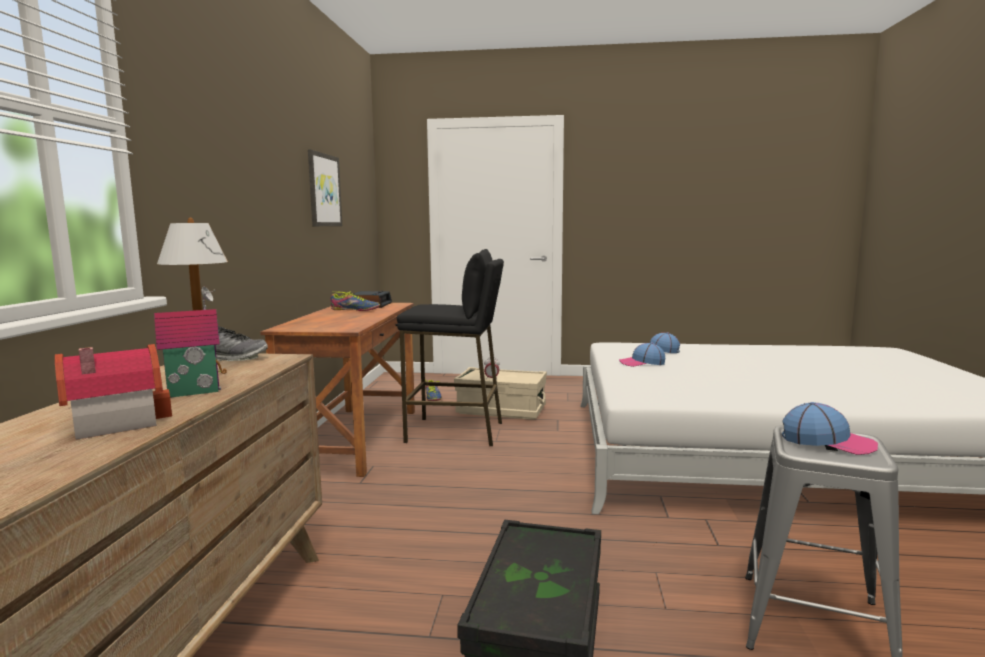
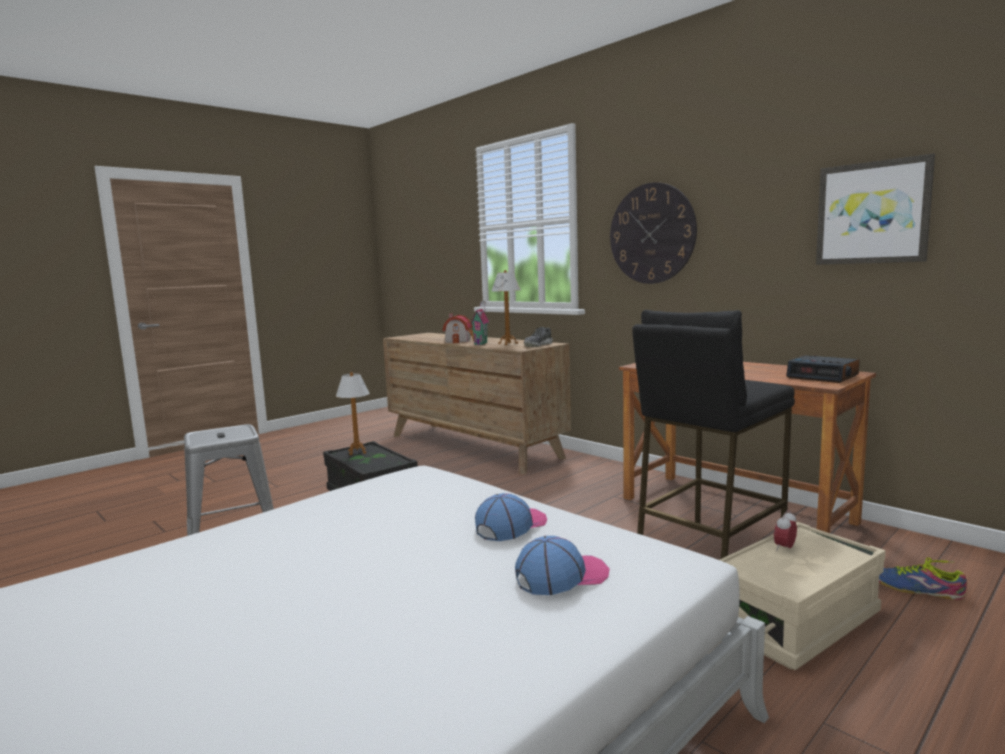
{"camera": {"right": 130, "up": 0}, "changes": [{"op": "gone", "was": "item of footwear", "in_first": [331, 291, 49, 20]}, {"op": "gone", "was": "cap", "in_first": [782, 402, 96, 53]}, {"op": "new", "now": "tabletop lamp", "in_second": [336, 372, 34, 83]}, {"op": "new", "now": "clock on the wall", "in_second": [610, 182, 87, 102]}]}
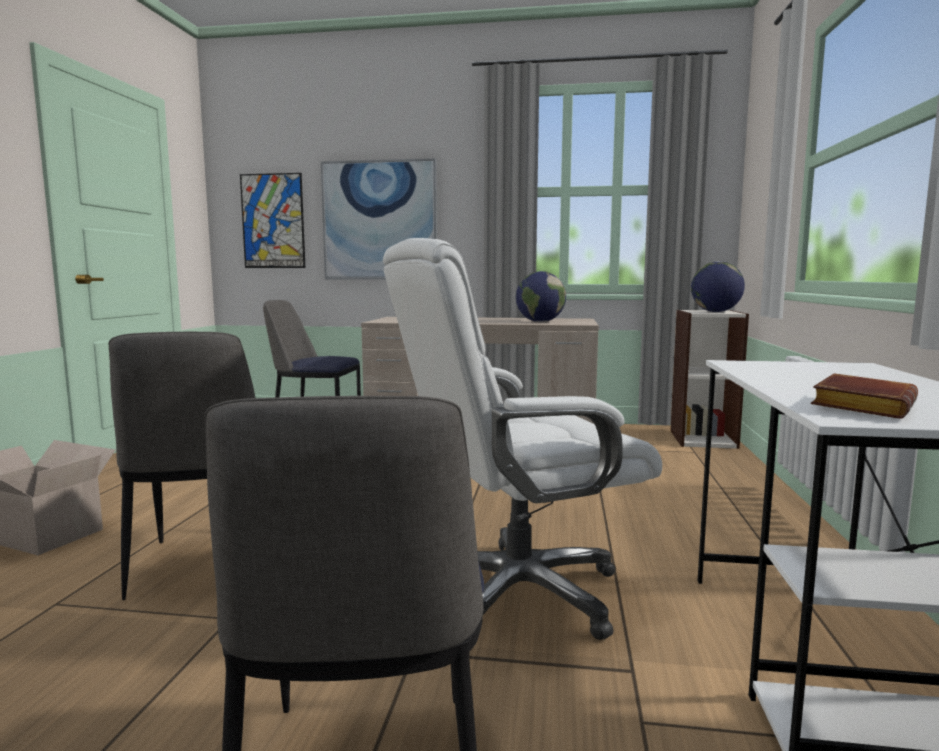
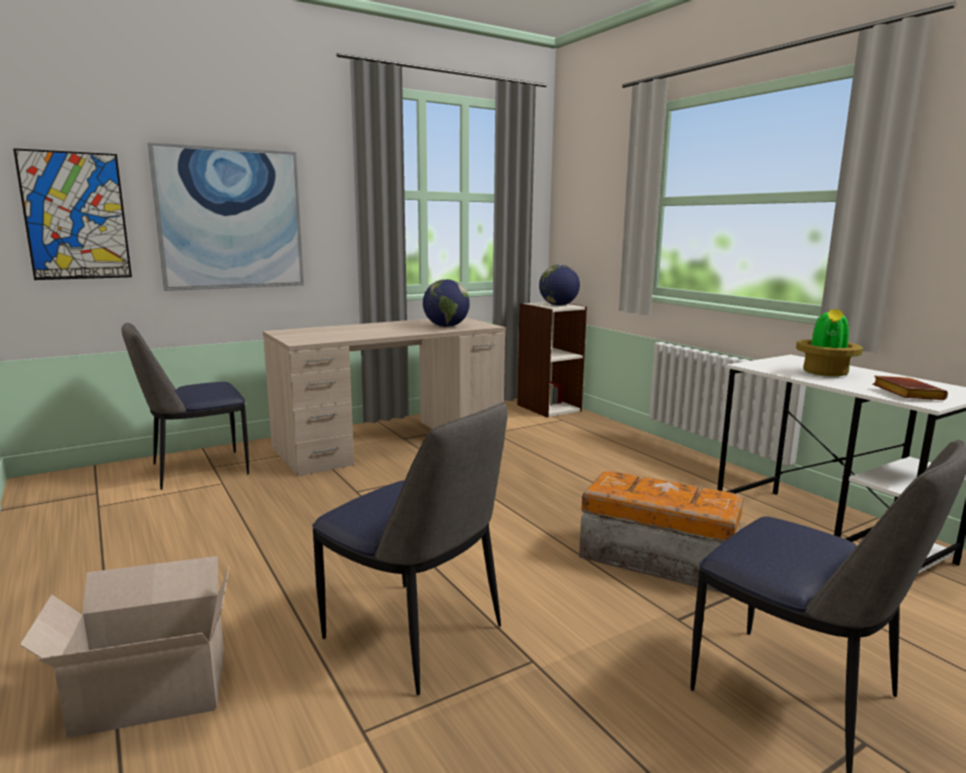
{"camera": {"right": -40, "up": 5}, "changes": [{"op": "new", "now": "plant in a pot", "in_second": [796, 306, 67, 70]}, {"op": "swapped", "was": "computer chair/white-coloured", "now": "storage container", "in_first": [383, 238, 279, 402], "in_second": [579, 471, 164, 123]}]}
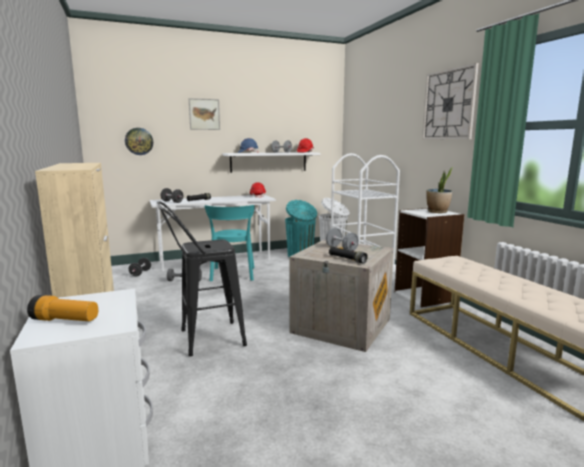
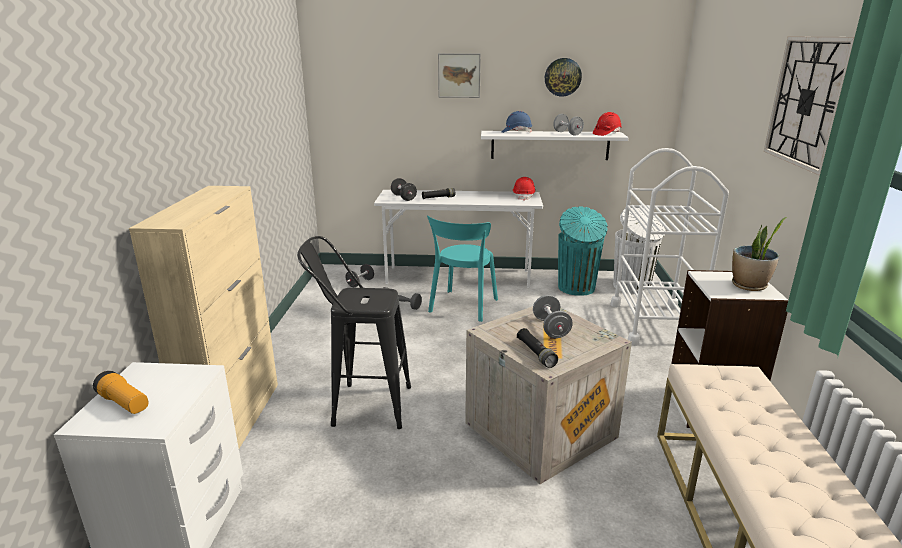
{"camera": {"right": 25, "up": 10}, "changes": [{"op": "shifted", "was": "clock on the wall", "in_first": [125, 128, 28, 27], "in_second": [545, 58, 37, 39]}]}
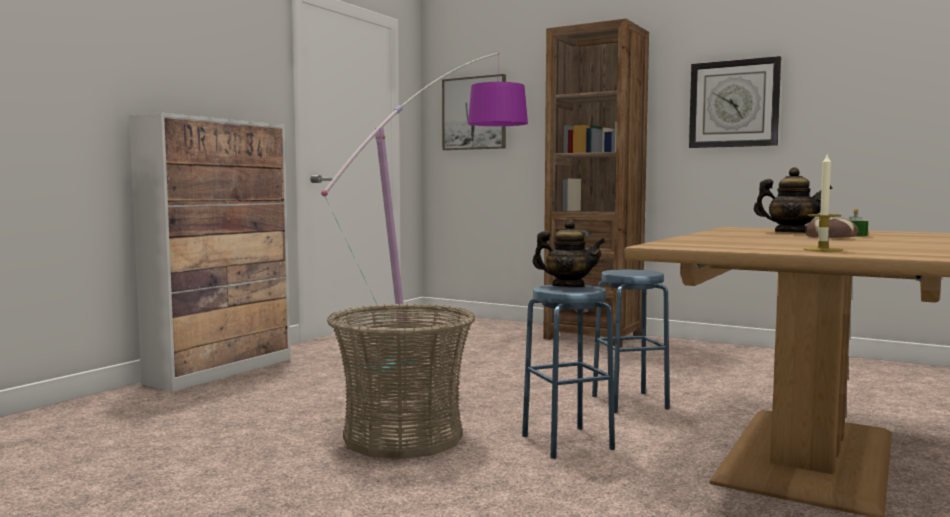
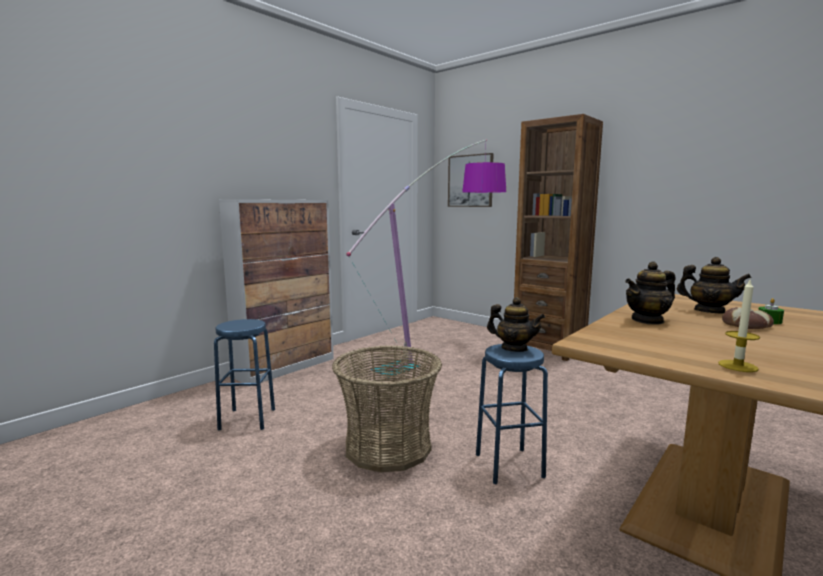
{"camera": {"right": 10, "up": 5}, "changes": [{"op": "gone", "was": "clock on the wall", "in_first": [689, 56, 92, 92]}, {"op": "new", "now": "pot for tea", "in_second": [625, 261, 51, 64]}, {"op": "shifted", "was": "sitting stool/blue-coloured", "in_first": [592, 269, 78, 144], "in_second": [214, 319, 61, 112]}]}
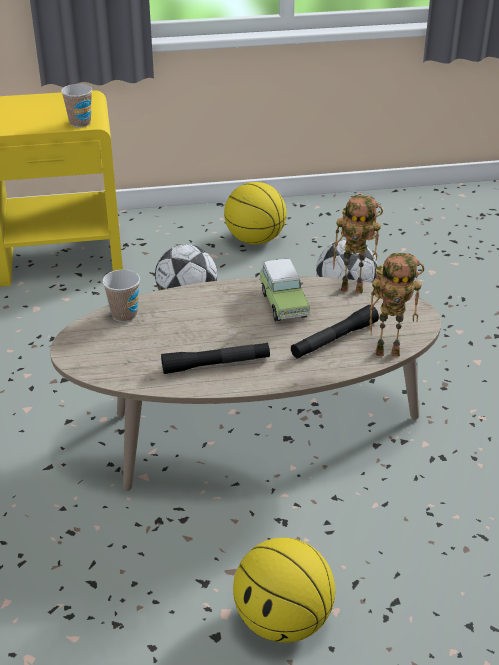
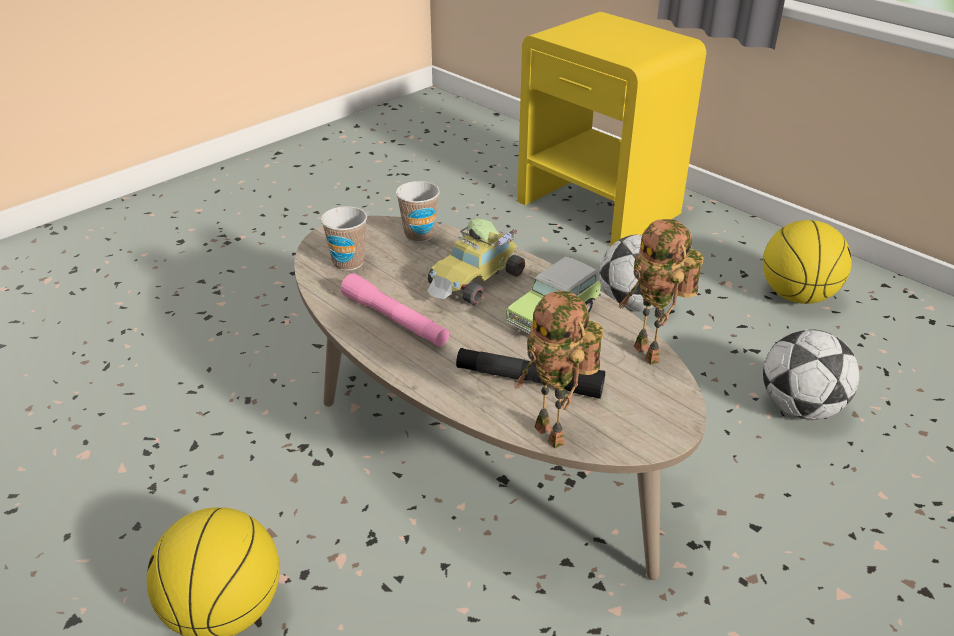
{"camera": {"right": 55, "up": 0}, "changes": [{"op": "new", "now": "toy car", "in_second": [427, 218, 98, 87]}, {"op": "shifted", "was": "small cup", "in_first": [61, 84, 31, 43], "in_second": [321, 206, 46, 65]}, {"op": "repainted", "was": "flashlight/blackish", "now": "flashlight/pinkish", "in_first": [161, 343, 109, 31], "in_second": [341, 273, 108, 74]}]}
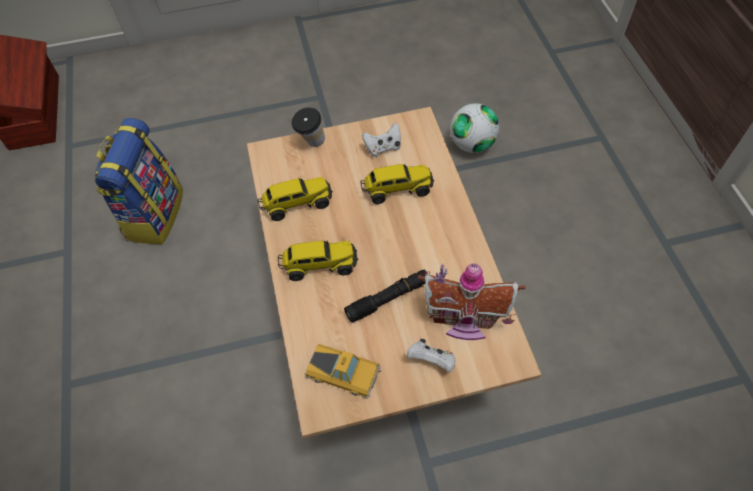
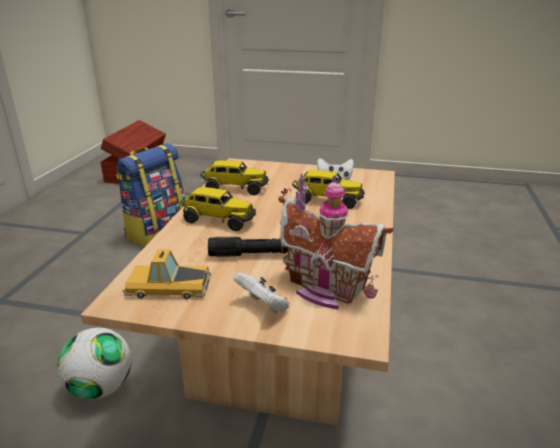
{"camera": {"right": 25, "up": -30}, "changes": [{"op": "gone", "was": "small cup", "in_first": [292, 108, 33, 39]}, {"op": "shifted", "was": "football", "in_first": [450, 103, 49, 50], "in_second": [58, 328, 74, 71]}, {"op": "rotated", "was": "toy car", "in_first": [305, 344, 76, 55], "in_second": [123, 249, 88, 51], "clockwise": 135}]}
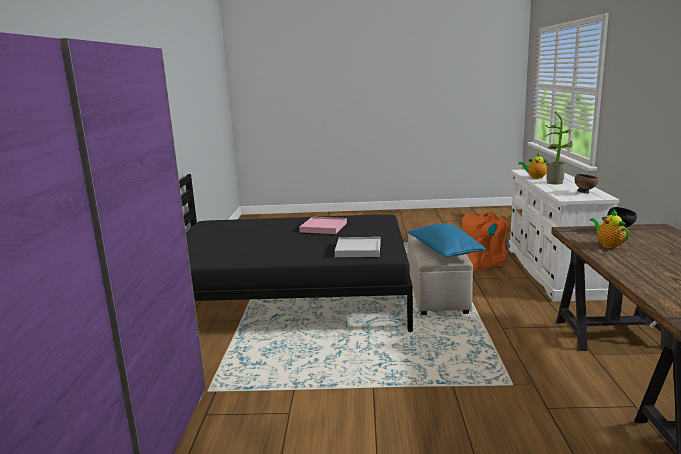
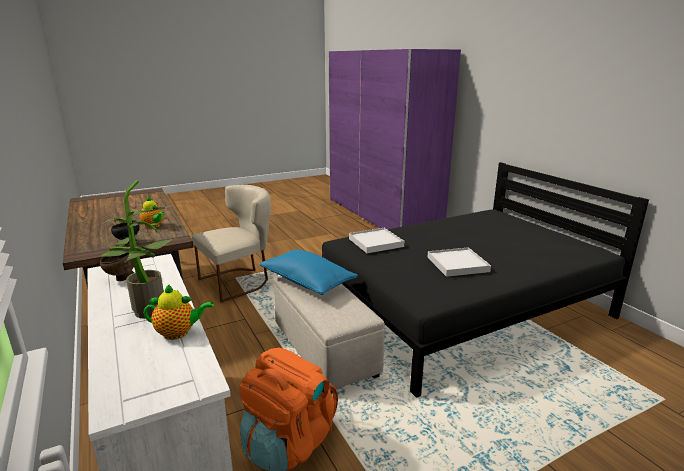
{"camera": {"right": 150, "up": 5}, "changes": [{"op": "new", "now": "upright chair/beige", "in_second": [192, 185, 79, 117]}, {"op": "repainted", "was": "serving tray/pinkish", "now": "serving tray/white-coloured", "in_first": [299, 217, 48, 17], "in_second": [427, 247, 64, 30]}]}
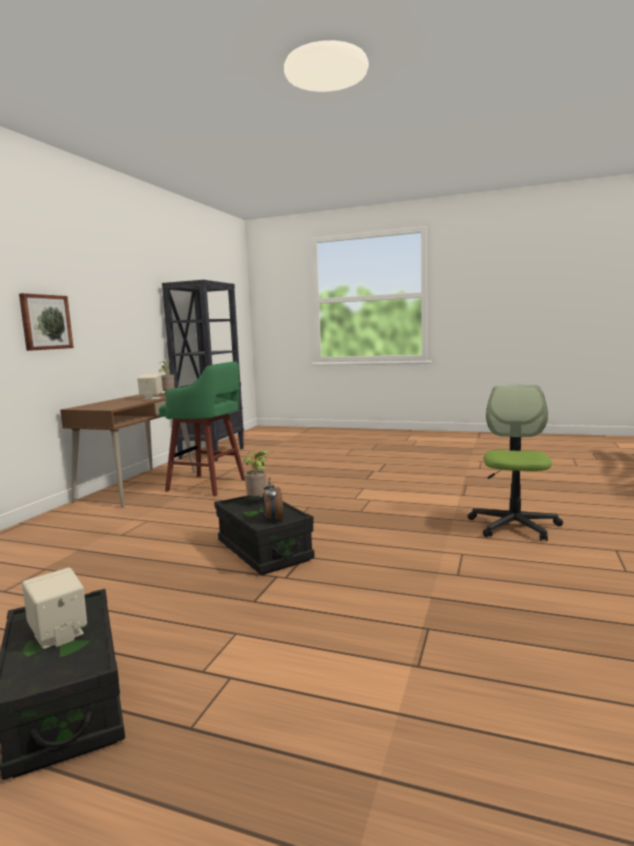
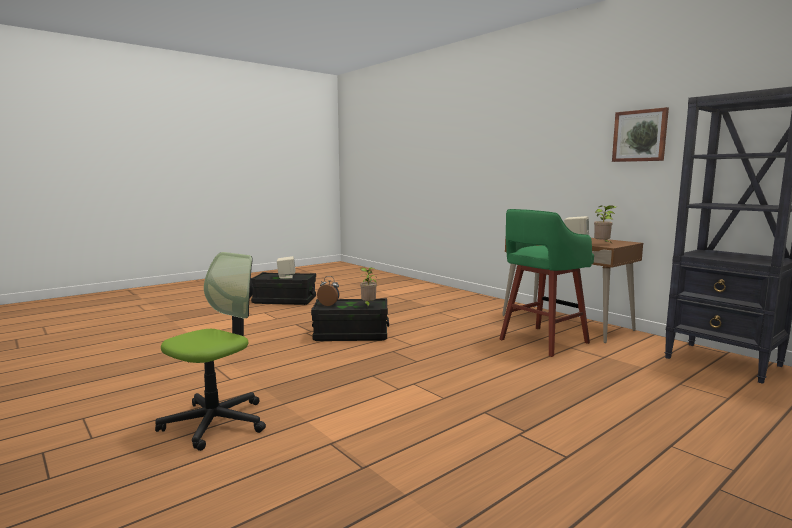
{"camera": {"right": 120, "up": 0}, "changes": [{"op": "shifted", "was": "picture", "in_first": [19, 293, 55, 58], "in_second": [612, 107, 57, 55]}, {"op": "rotated", "was": "computer chair", "in_first": [468, 385, 95, 156], "in_second": [155, 252, 111, 199], "clockwise": -105}]}
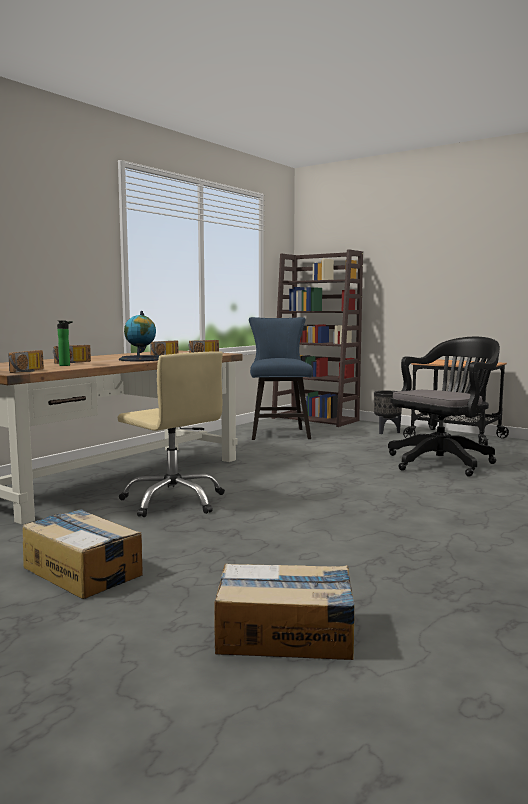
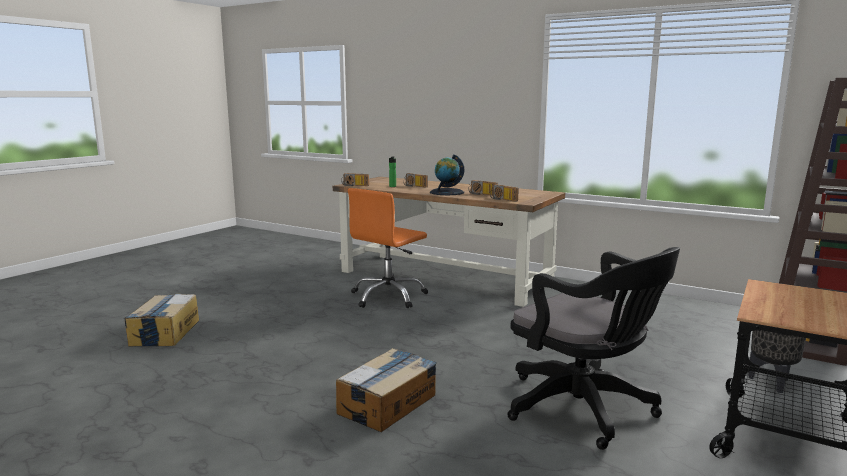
{"camera": {"right": 85, "up": 5}, "changes": [{"op": "gone", "was": "upright chair/blue-coloured", "in_first": [249, 317, 64, 123]}, {"op": "shifted", "was": "carton", "in_first": [23, 509, 120, 90], "in_second": [336, 348, 101, 84]}, {"op": "repainted", "was": "computer chair/beige", "now": "computer chair/orange", "in_first": [118, 351, 107, 166], "in_second": [348, 188, 80, 120]}]}
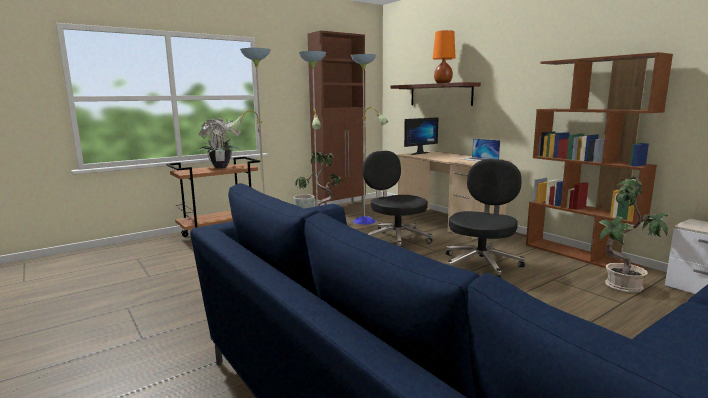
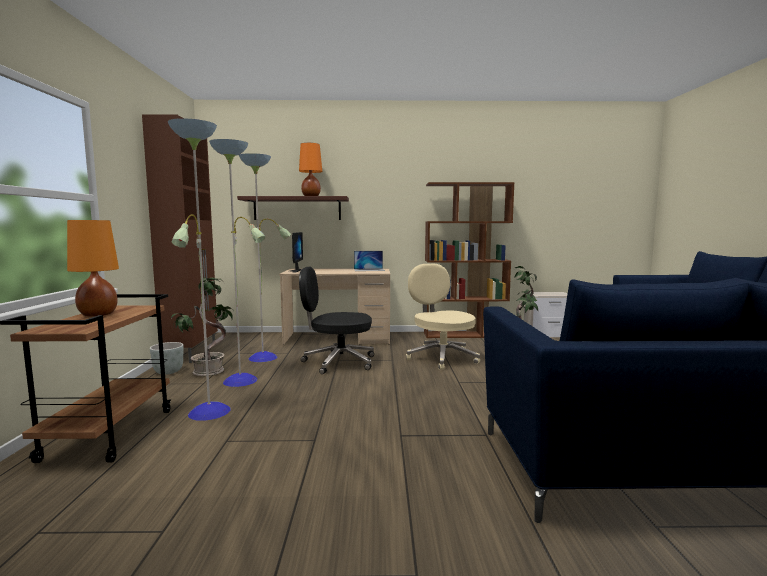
{"camera": {"right": -55, "up": -5}, "changes": [{"op": "swapped", "was": "plant in a pot", "now": "tabletop lamp/orange", "in_first": [198, 118, 44, 51], "in_second": [67, 220, 52, 97]}, {"op": "repainted", "was": "computer chair/blackish", "now": "computer chair/beige", "in_first": [446, 159, 79, 120], "in_second": [406, 263, 74, 107]}]}
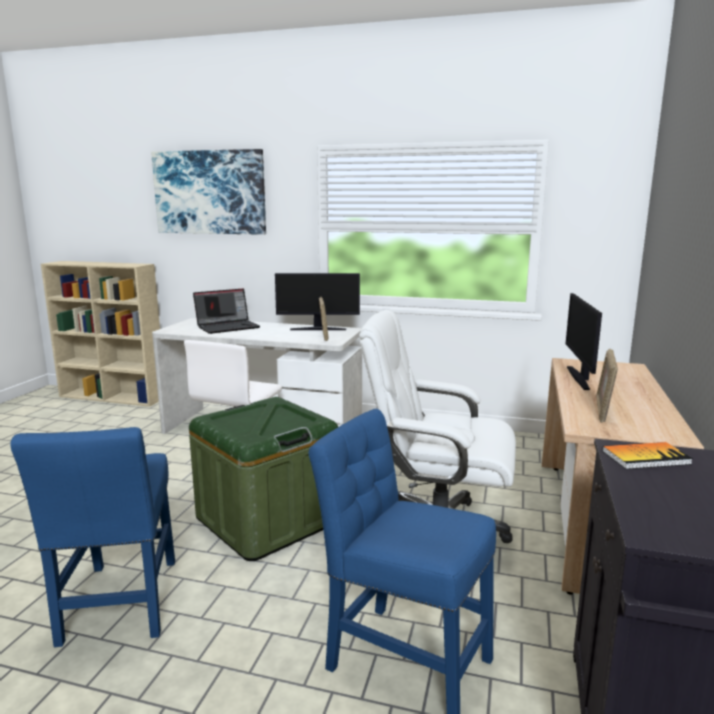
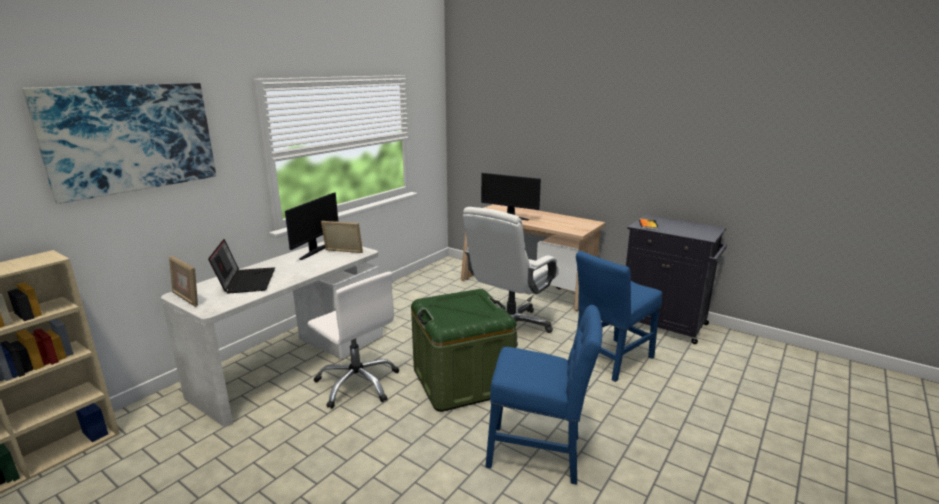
{"camera": {"right": -70, "up": 5}, "changes": [{"op": "shifted", "was": "standing frame", "in_first": [596, 349, 22, 74], "in_second": [169, 256, 29, 51]}]}
